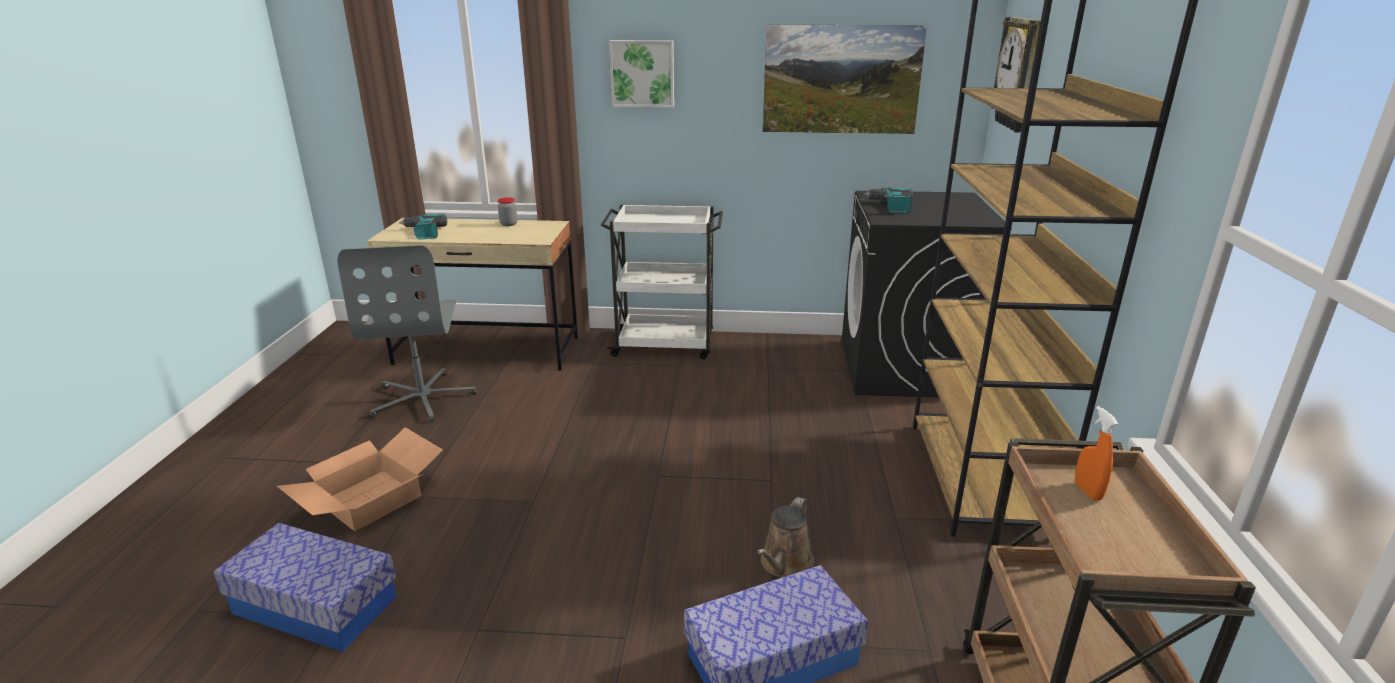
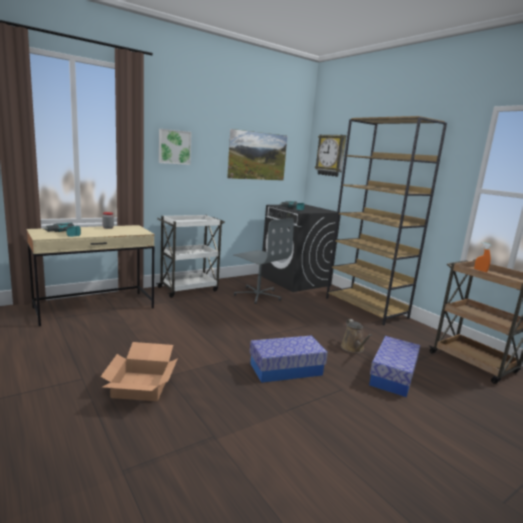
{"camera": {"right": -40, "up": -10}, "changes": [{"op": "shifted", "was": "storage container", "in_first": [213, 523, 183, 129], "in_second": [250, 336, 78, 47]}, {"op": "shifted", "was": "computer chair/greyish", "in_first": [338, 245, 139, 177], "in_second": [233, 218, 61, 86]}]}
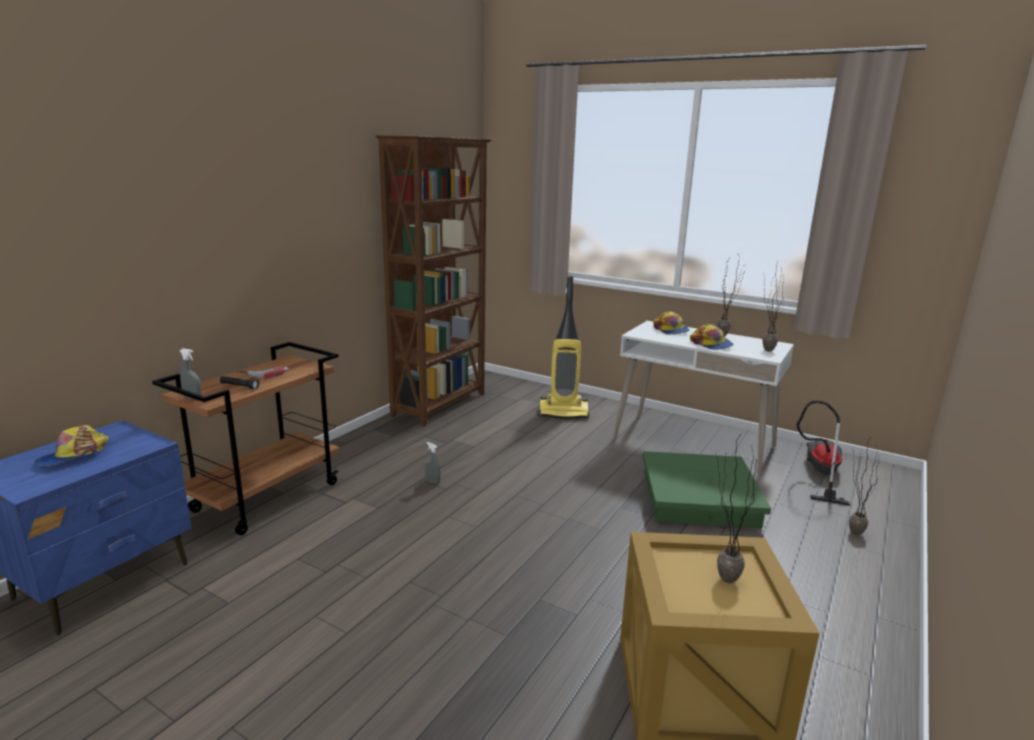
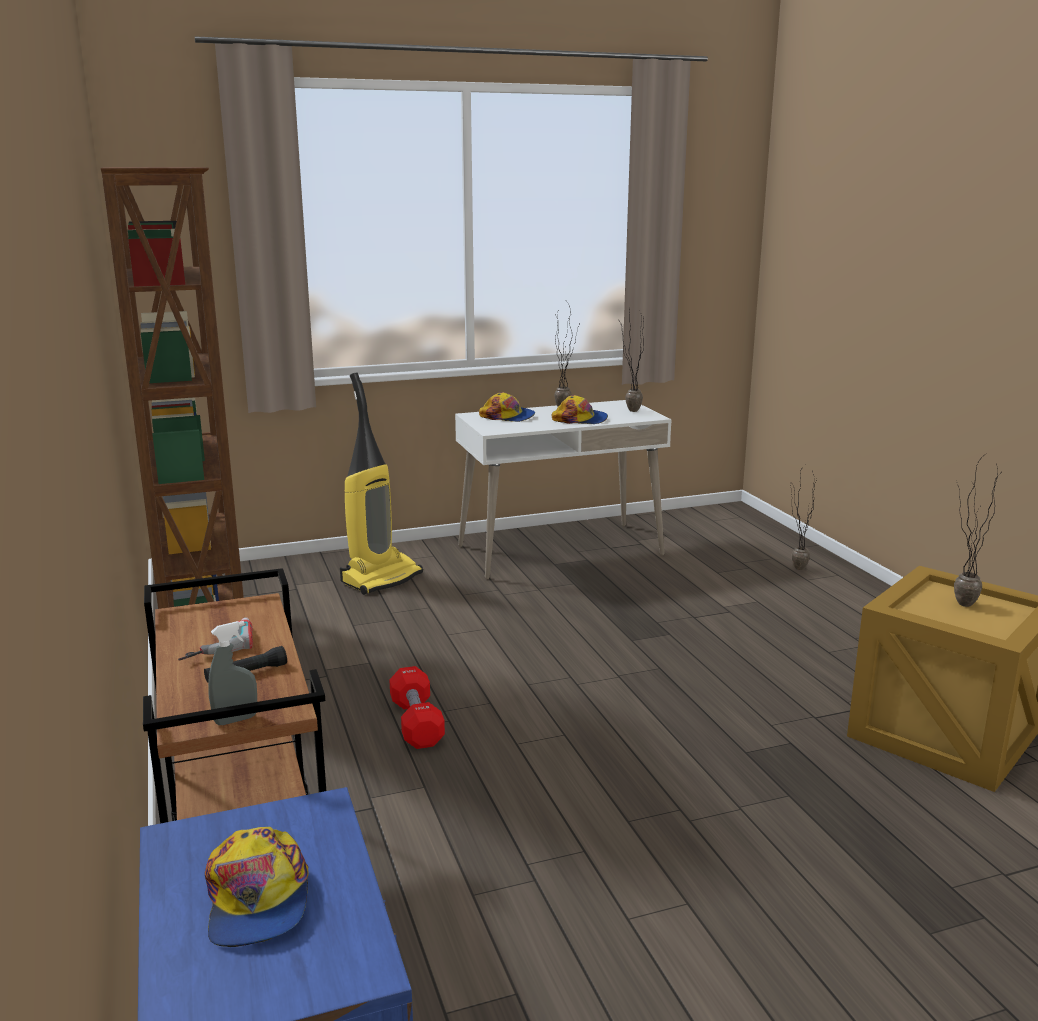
{"camera": {"right": -50, "up": 0}, "changes": [{"op": "gone", "was": "storage container/green", "in_first": [642, 451, 129, 77]}, {"op": "gone", "was": "hoover", "in_first": [797, 400, 53, 106]}, {"op": "swapped", "was": "spray bottle/greyish", "now": "hand weight/red", "in_first": [425, 442, 16, 42], "in_second": [389, 666, 56, 83]}]}
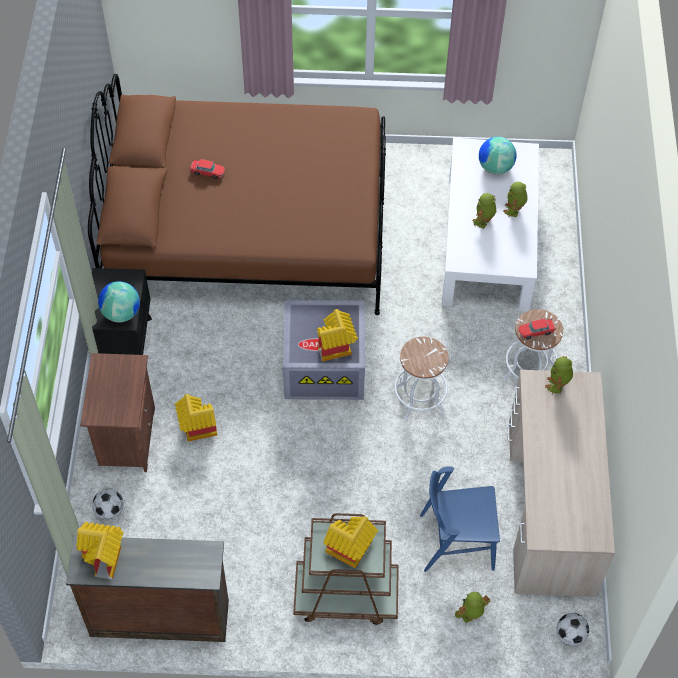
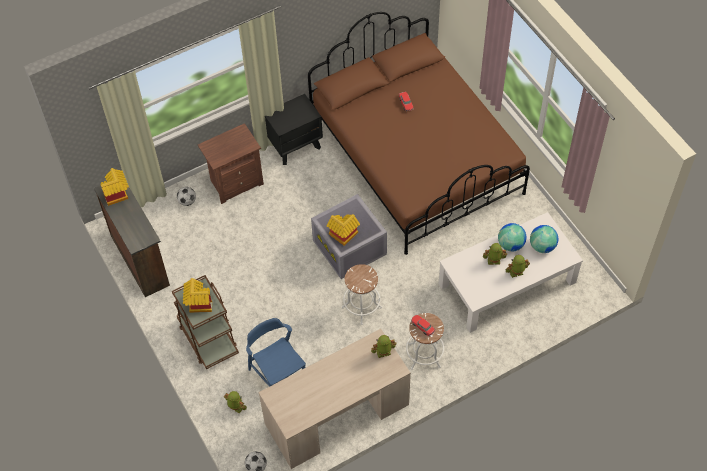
{"camera": {"right": 60, "up": 0}, "changes": [{"op": "gone", "was": "toy house", "in_first": [175, 394, 42, 48]}, {"op": "shifted", "was": "desk globe", "in_first": [98, 281, 42, 41], "in_second": [498, 223, 28, 29]}]}
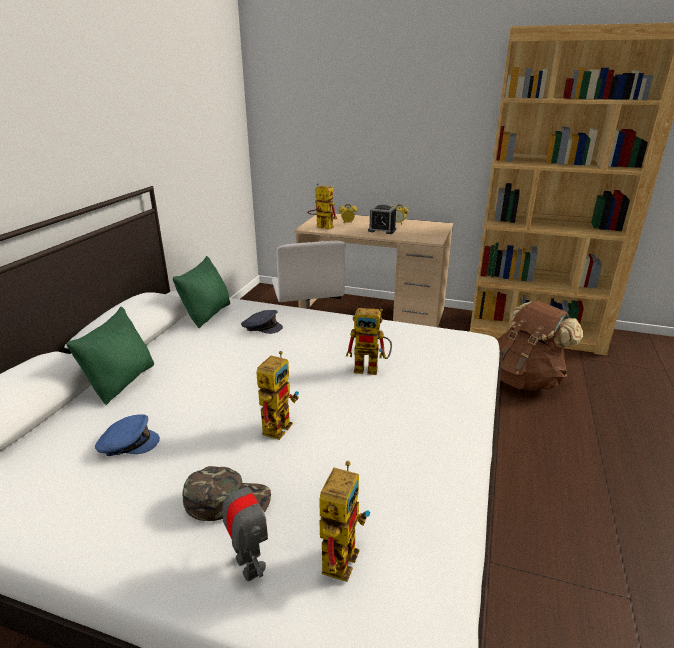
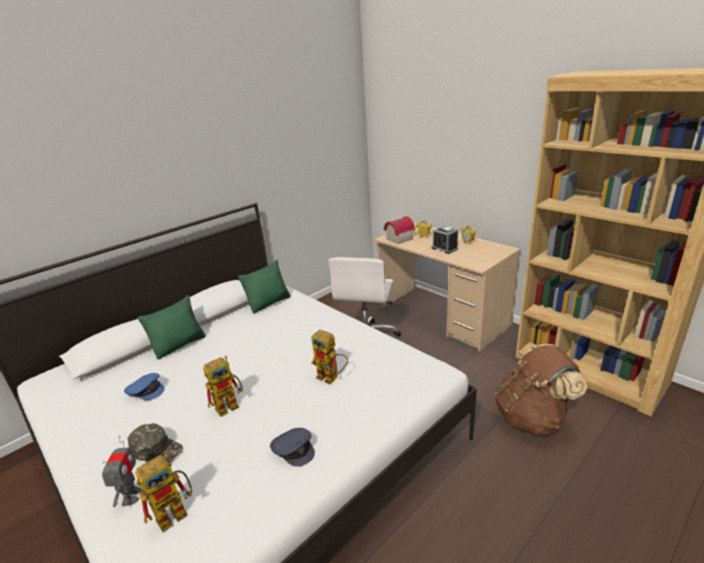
{"camera": {"right": 30, "up": 0}, "changes": [{"op": "shifted", "was": "cap/greyish", "in_first": [241, 310, 42, 24], "in_second": [270, 428, 45, 38]}, {"op": "swapped", "was": "robot figure", "now": "toy house", "in_first": [307, 183, 31, 47], "in_second": [384, 216, 31, 28]}]}
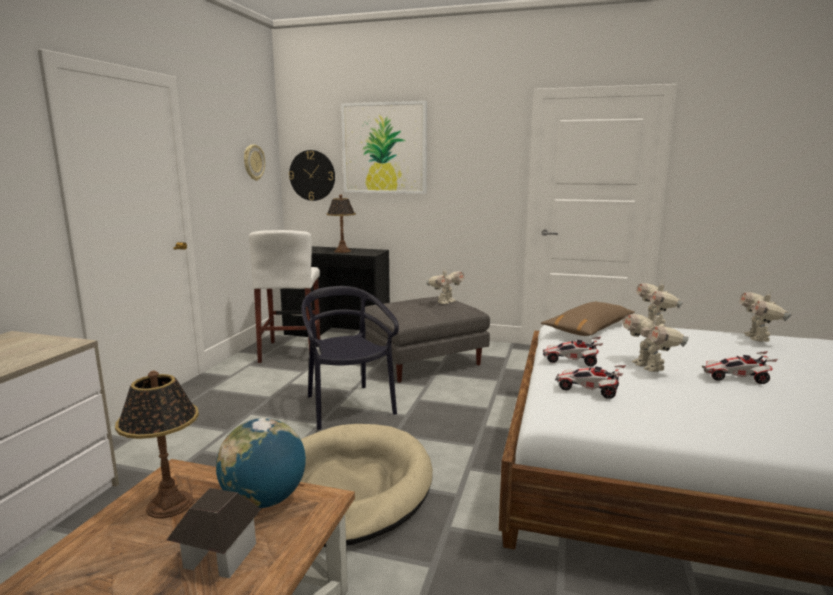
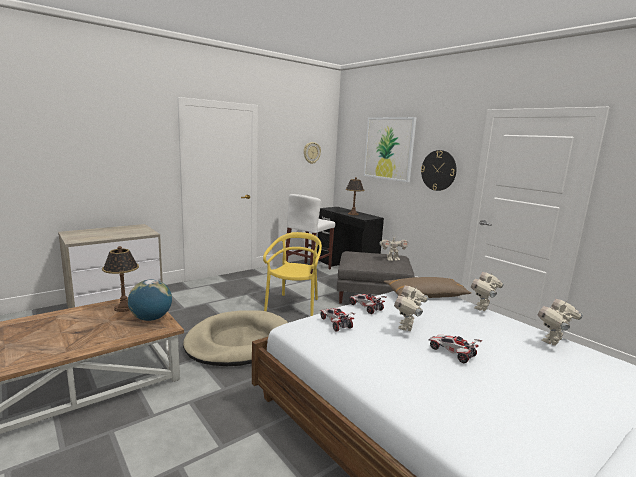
{"camera": {"right": 35, "up": 0}, "changes": [{"op": "gone", "was": "toy house", "in_first": [167, 488, 94, 90]}, {"op": "shifted", "was": "clock on the wall", "in_first": [289, 150, 46, 51], "in_second": [421, 150, 36, 41]}, {"op": "repainted", "was": "upright chair/blackish", "now": "upright chair/yellowish", "in_first": [301, 286, 98, 144], "in_second": [263, 232, 59, 84]}]}
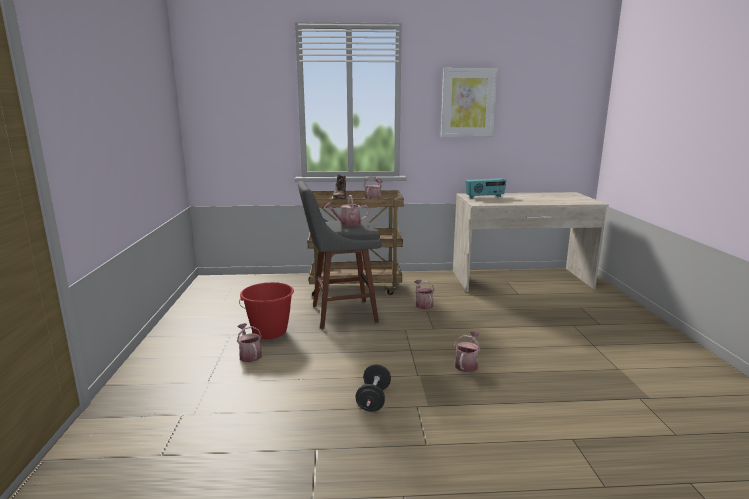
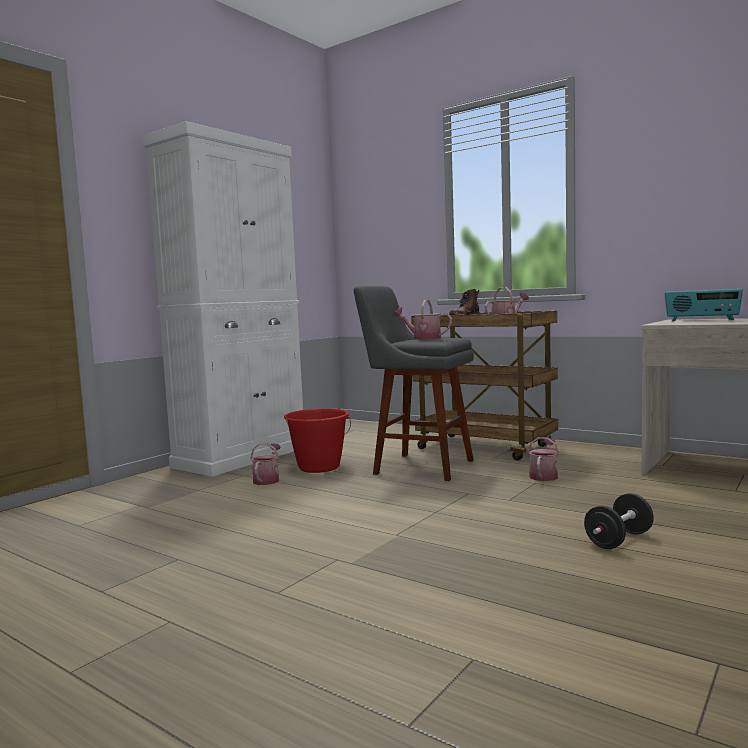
{"camera": {"right": 40, "up": -10}, "changes": [{"op": "gone", "was": "picture", "in_first": [441, 68, 57, 69]}, {"op": "gone", "was": "watering pot", "in_first": [455, 331, 25, 41]}, {"op": "new", "now": "cupboard/white-coloured", "in_second": [142, 121, 161, 356]}, {"op": "shifted", "was": "hand weight/blackish", "in_first": [355, 365, 36, 47], "in_second": [584, 493, 70, 56]}]}
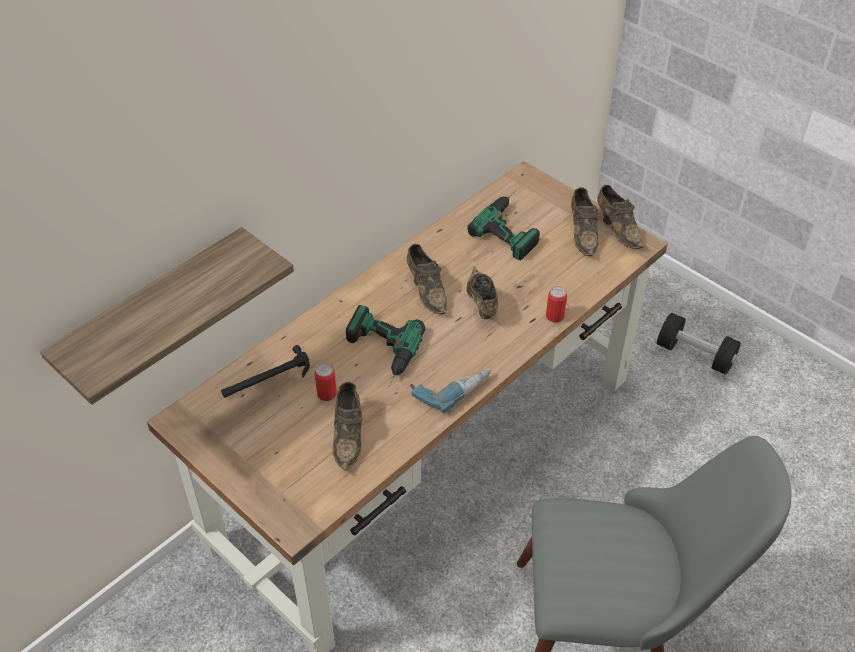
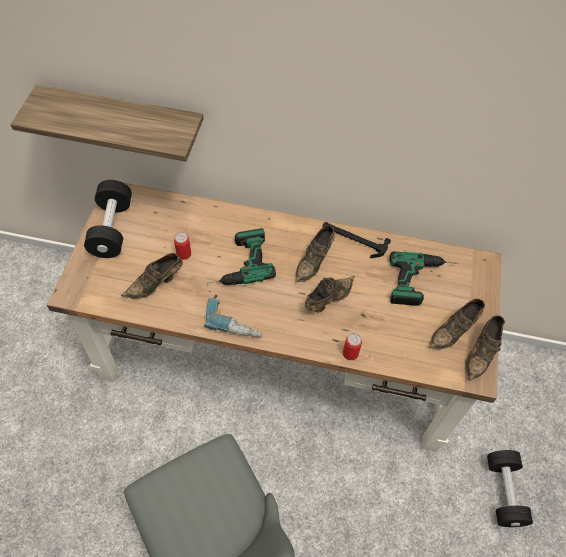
{"camera": {"right": 55, "up": 10}, "changes": [{"op": "new", "now": "hand weight/blackish", "in_second": [84, 180, 48, 78]}, {"op": "shifted", "was": "hammer", "in_first": [221, 345, 89, 53], "in_second": [322, 222, 69, 36]}]}
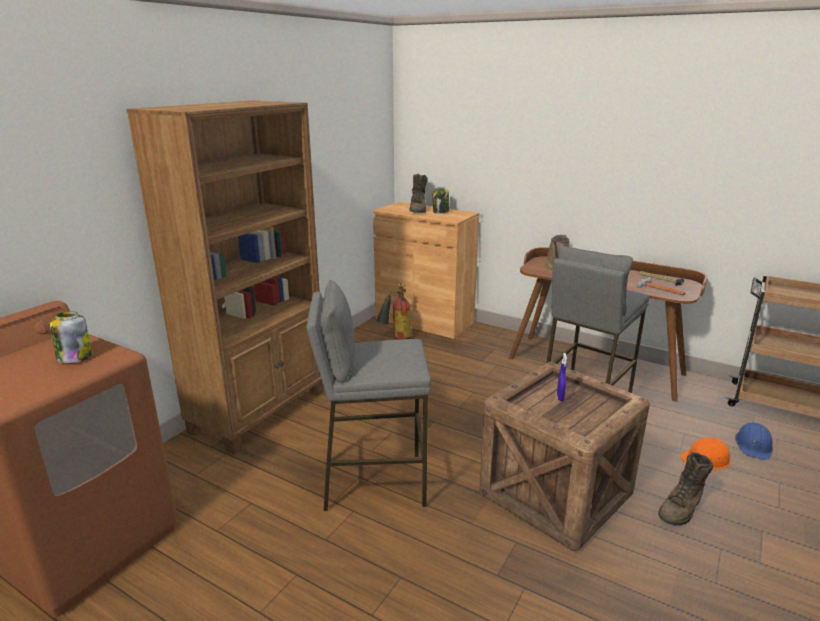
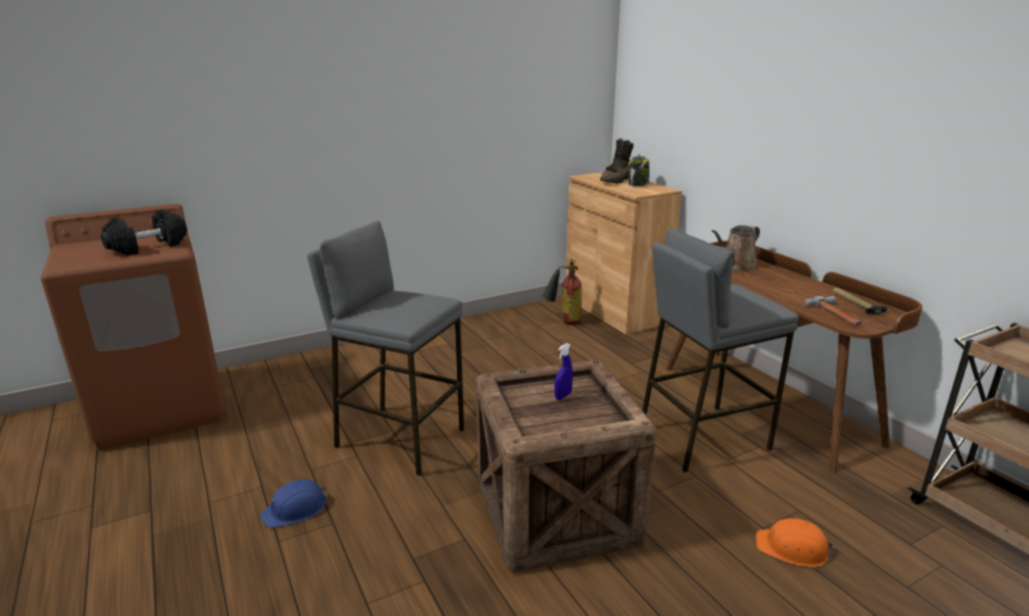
{"camera": {"right": 30, "up": 0}, "changes": [{"op": "gone", "was": "bookshelf/brown", "in_first": [126, 101, 197, 353]}, {"op": "gone", "was": "high-top boot/brown", "in_first": [658, 452, 55, 74]}, {"op": "shifted", "was": "work helmet/blue-coloured", "in_first": [735, 422, 38, 38], "in_second": [260, 479, 68, 49]}, {"op": "swapped", "was": "preserve jar", "now": "hand weight/blackish", "in_first": [50, 311, 42, 52], "in_second": [101, 209, 86, 47]}]}
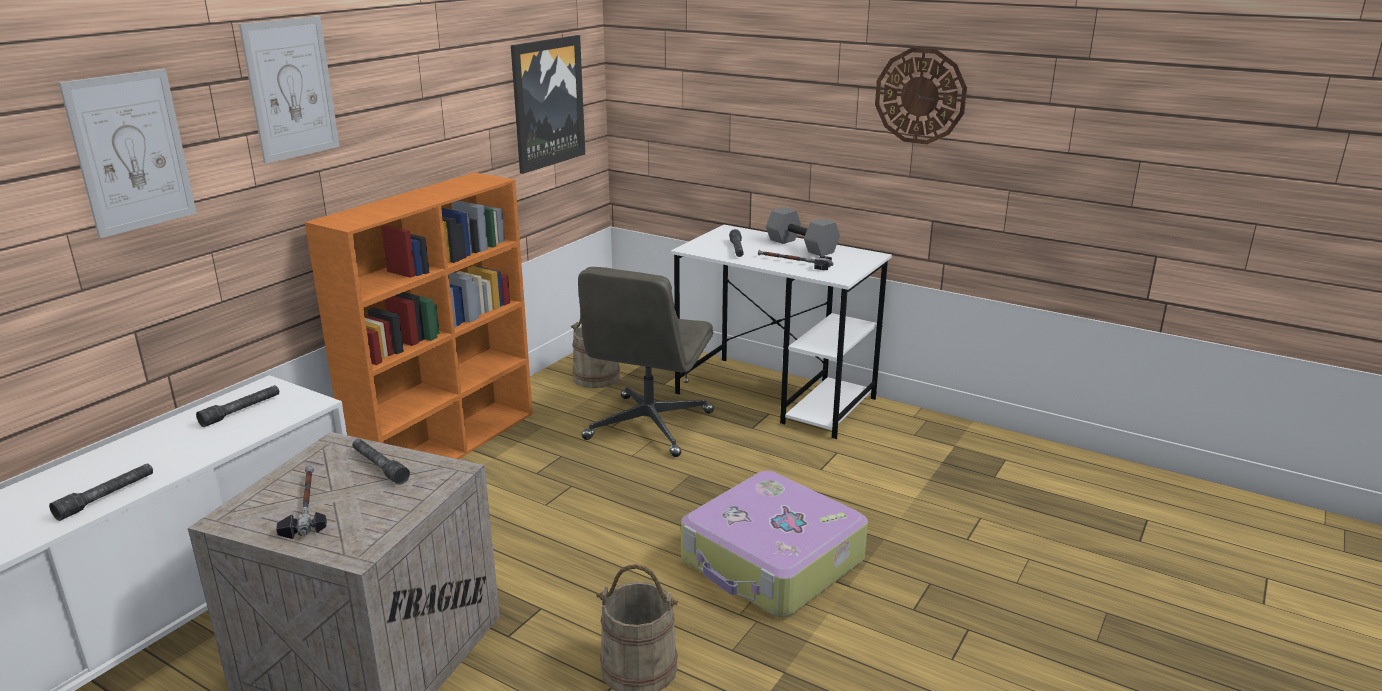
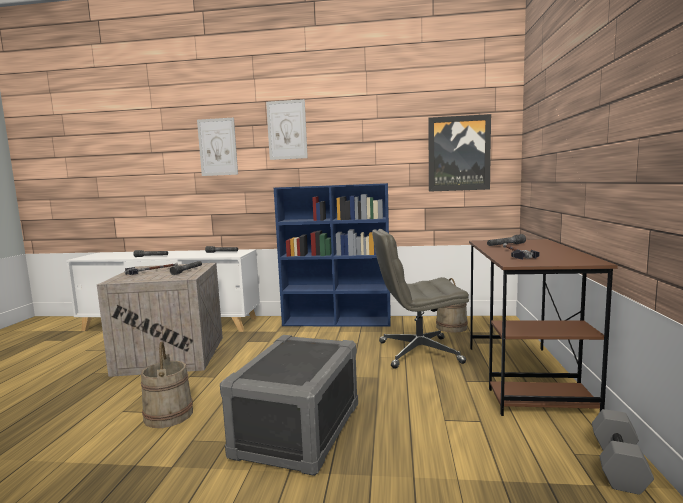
{"camera": {"right": 65, "up": -15}, "changes": [{"op": "gone", "was": "clock on the wall", "in_first": [875, 47, 92, 97]}, {"op": "shifted", "was": "hand weight/greyish", "in_first": [766, 207, 74, 49], "in_second": [592, 409, 62, 86]}, {"op": "swapped", "was": "travel case", "now": "storage container/greyish", "in_first": [681, 471, 187, 146], "in_second": [220, 335, 138, 141]}, {"op": "repainted", "was": "bookshelf/orange", "now": "bookshelf/blue-coloured", "in_first": [305, 172, 228, 287], "in_second": [274, 183, 117, 144]}, {"op": "repainted", "was": "desk unit/white-coloured", "now": "desk unit/brown", "in_first": [670, 225, 222, 214], "in_second": [469, 239, 149, 177]}]}
